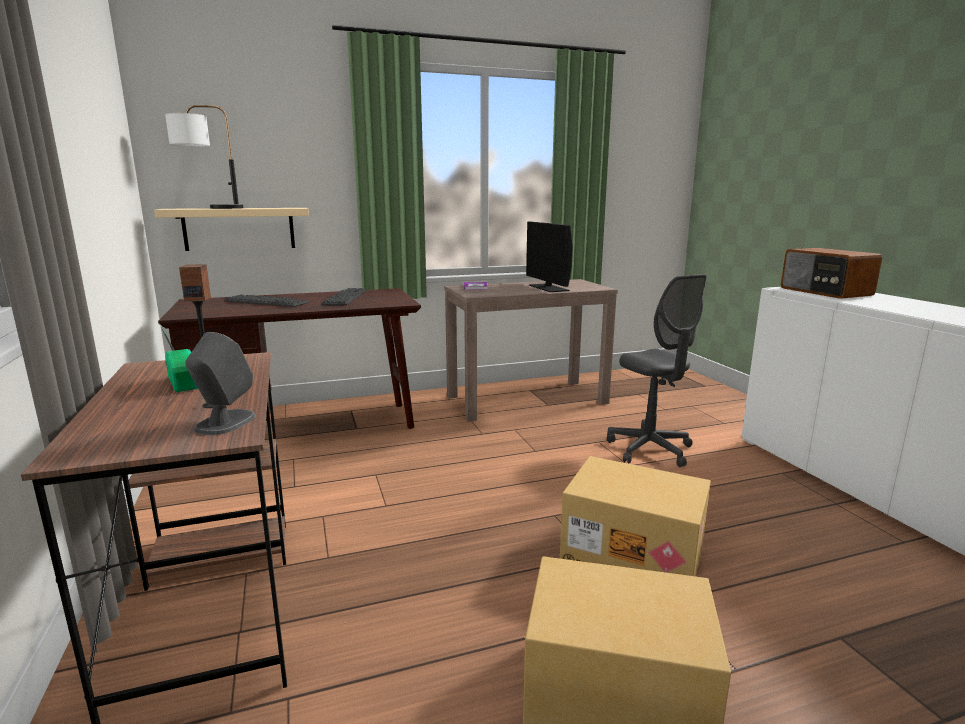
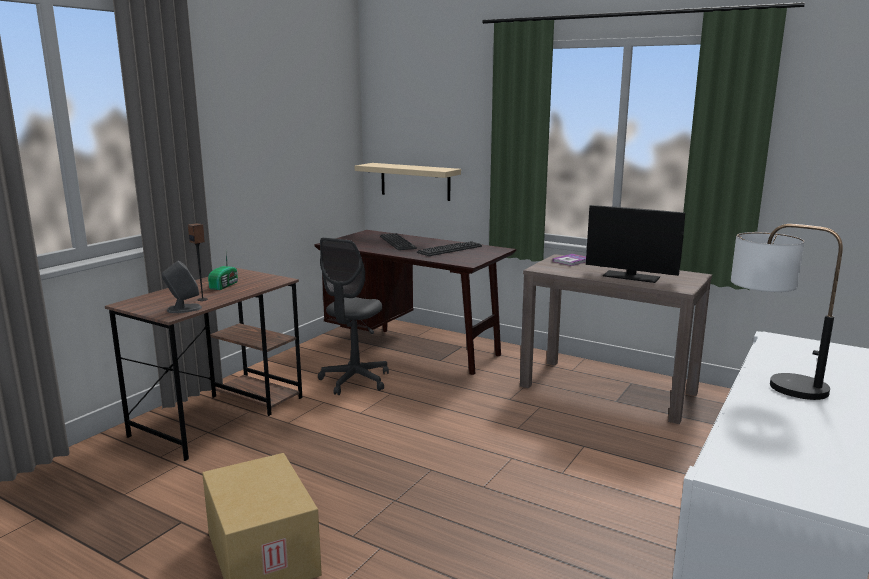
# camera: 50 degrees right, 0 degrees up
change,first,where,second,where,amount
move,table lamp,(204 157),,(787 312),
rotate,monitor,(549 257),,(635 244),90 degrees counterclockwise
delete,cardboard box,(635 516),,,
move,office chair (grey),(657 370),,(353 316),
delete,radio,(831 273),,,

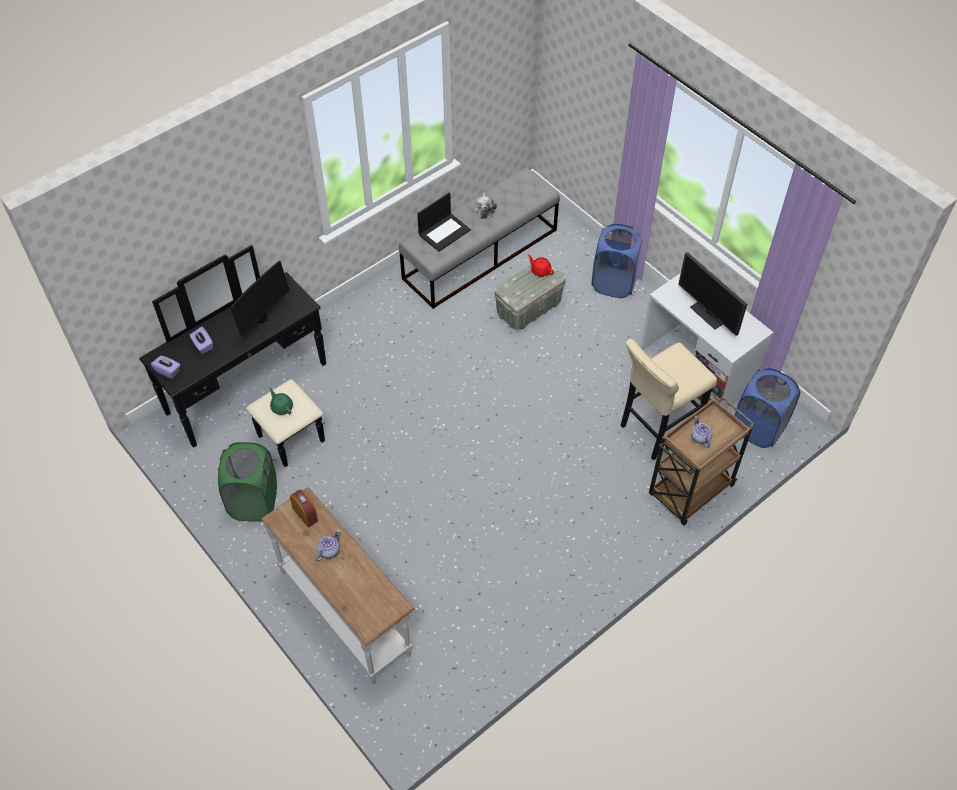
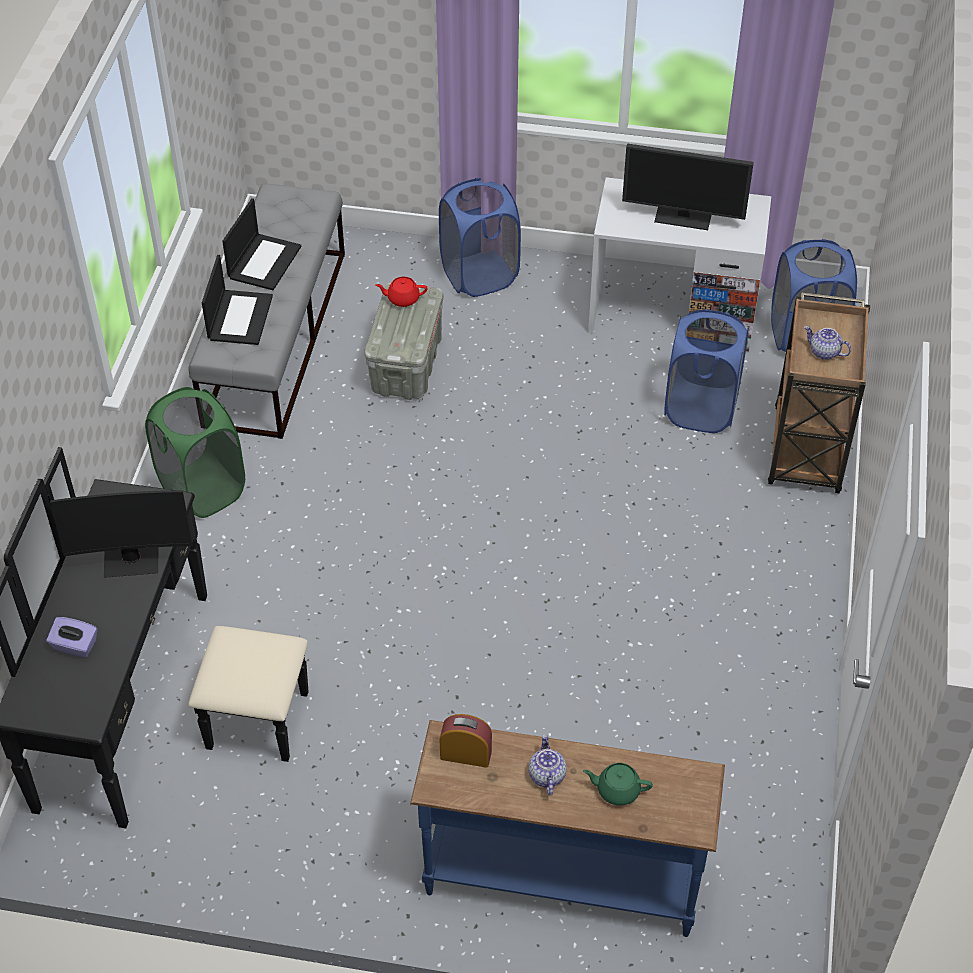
# camera: 40 degrees left, 5 degrees down
change,first,where,second,where,amount
delete,tissue box (purple),(165 367),,,
move,laundry basket (green),(247 482),,(195 452),
rotate,monitor,(259 299),,(121 534),90 degrees clockwise
recolor,console table (white),(337 585),console table (blue),(567 828),
move,teapot (green),(281 401),,(618 784),
replace,plush toy,(485 205),laptop,(261 244),
replace,stool (beige),(668 399),laundry basket (blue),(707 371),

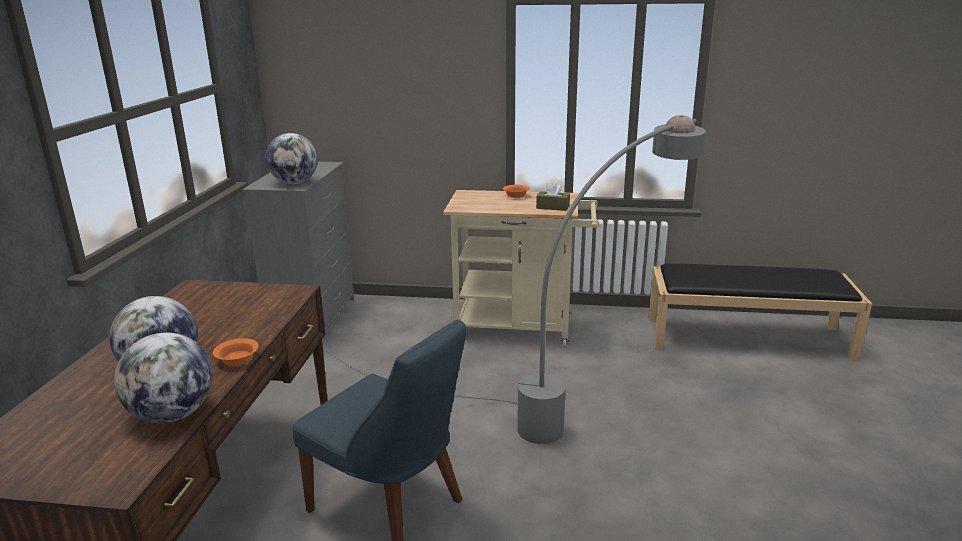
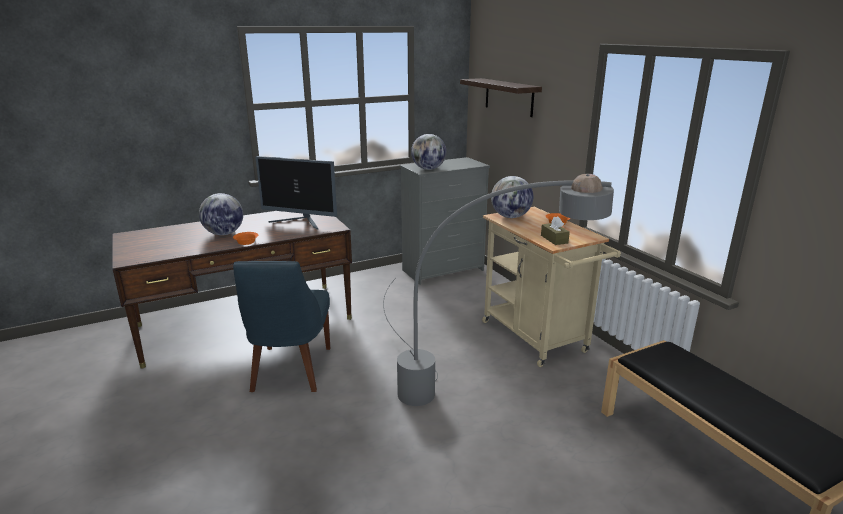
# camera: 55 degrees right, 0 degrees up
change,first,where,second,where,amount
move,globe,(163 378),,(512 197),
insert,,,monitor,(296 192),
insert,,,shelf,(501 97),

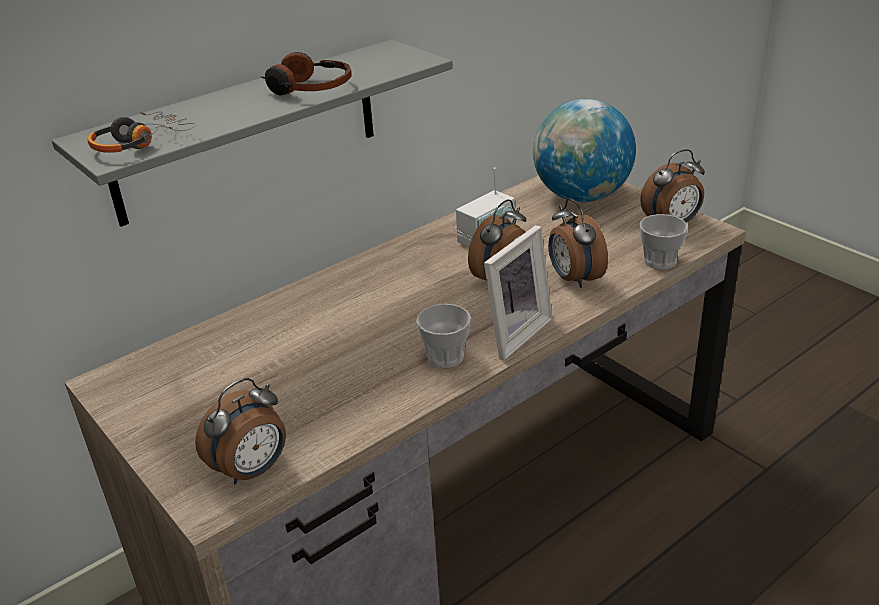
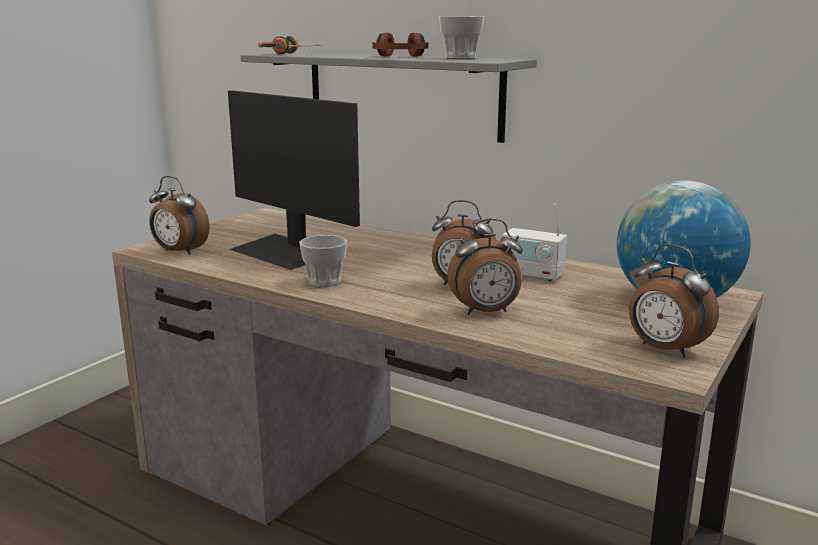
# camera: 70 degrees right, 15 degrees down
change,first,where,second,where,amount
delete,picture frame,(518 292),,,
rotate,alarm clock,(578 243),,(485 266),150 degrees counterclockwise
move,cup,(664 242),,(461 37),
insert,,,monitor,(294 180),

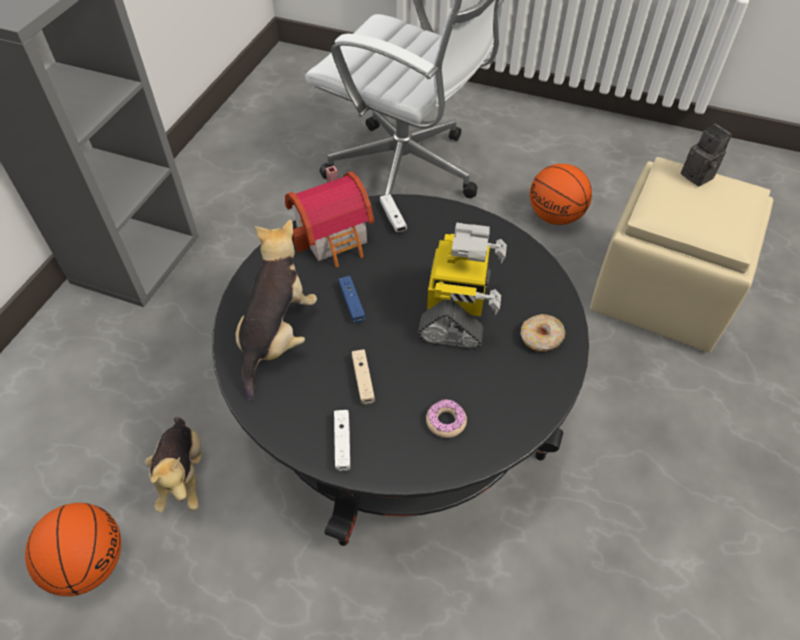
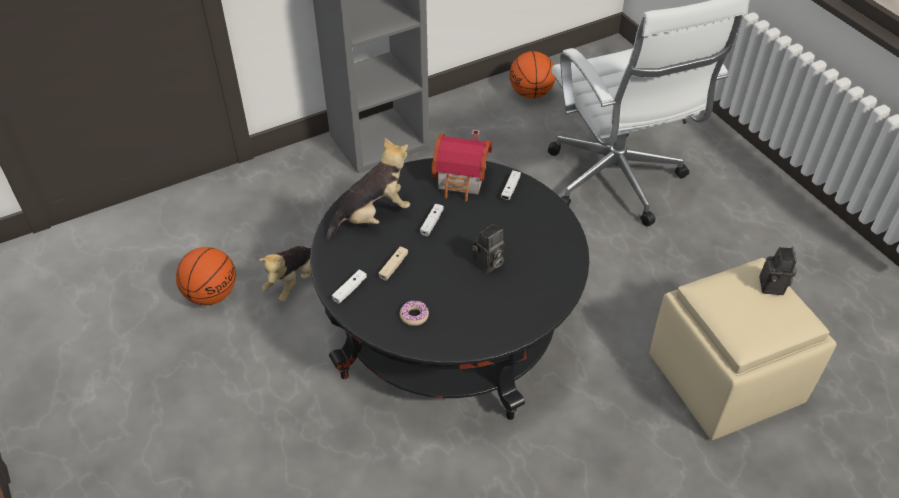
# camera: 40 degrees right, 5 degrees down
change,first,where,second,where,amount
recolor,game controller (blue),(352 299),game controller (white),(432 220),
replace,toy robot,(462 286),photo camera,(488 248),
delete,donut,(543 333),,,
move,basketball,(561 194),,(532 75),

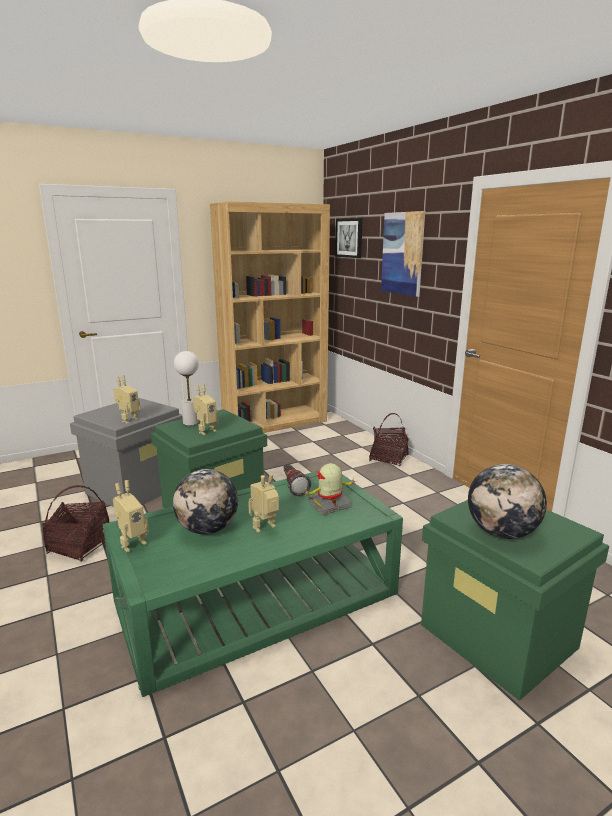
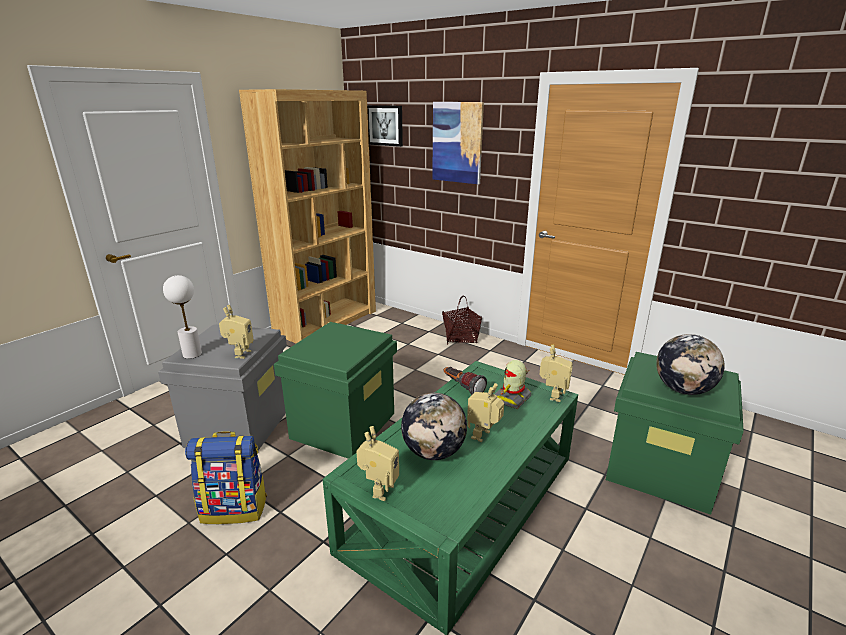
# camera: 25 degrees left, 5 degrees up
change,first,where,second,where,amount
replace,basket,(76 523),backpack,(226 477),
move,table lamp (white),(186 388),,(182 317),
move,toy robot,(206 409),,(556 373),

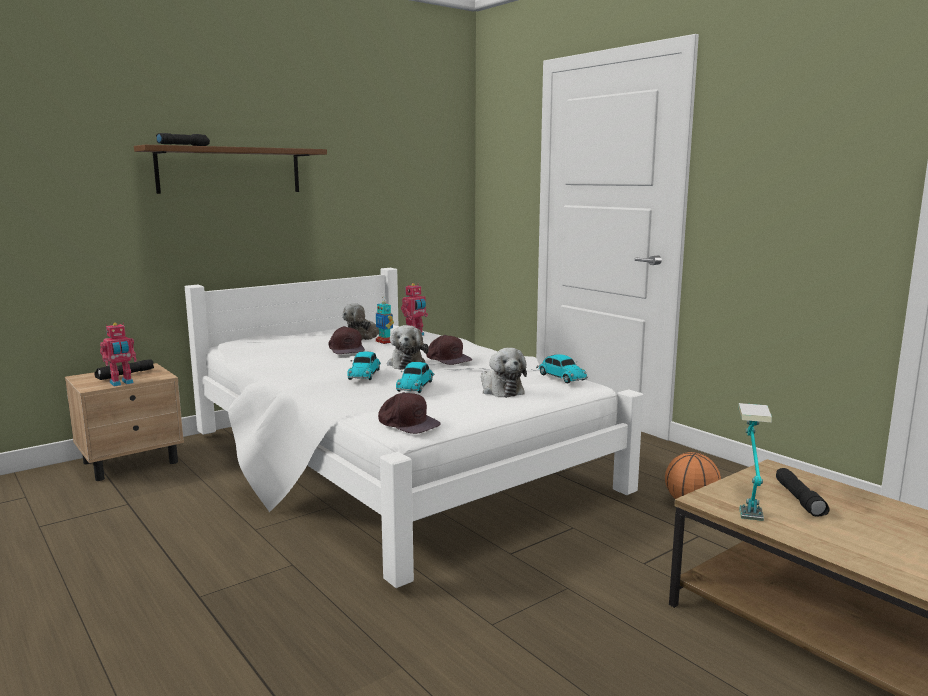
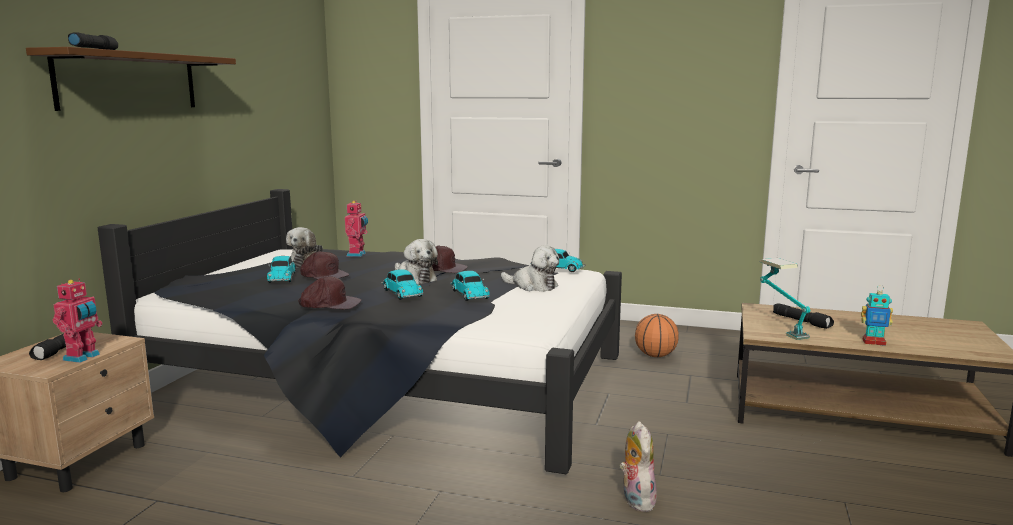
# camera: 35 degrees left, 0 degrees up
change,first,where,second,where,amount
recolor,bed (white),(414 428),bed (black),(360 331),
move,toy robot,(385 321),,(877 315),
move,cap (brown),(409 413),,(329 292),
insert,,,toy car,(281 269),
insert,,,plush toy,(638 466),

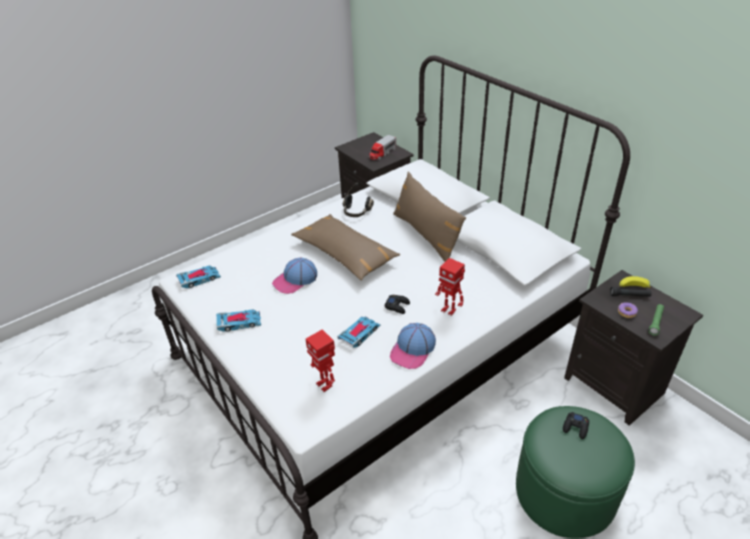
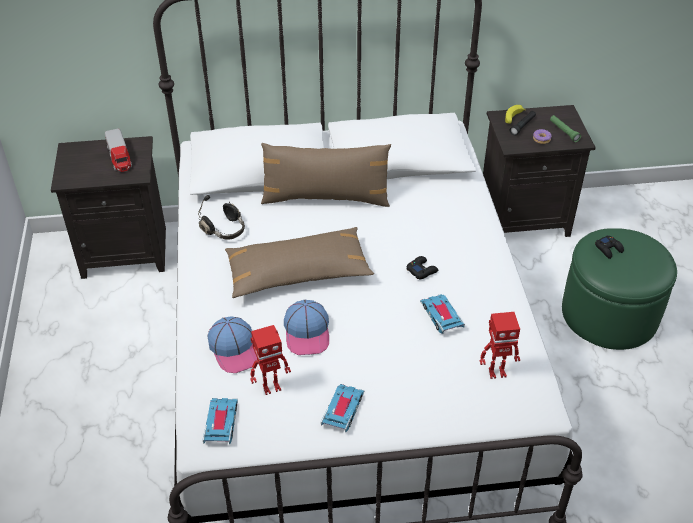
# camera: 60 degrees left, 5 degrees up
change,first,where,second,where,amount
move,cap,(413 346),,(232 344),
move,toy robot,(450 287),,(270 360),

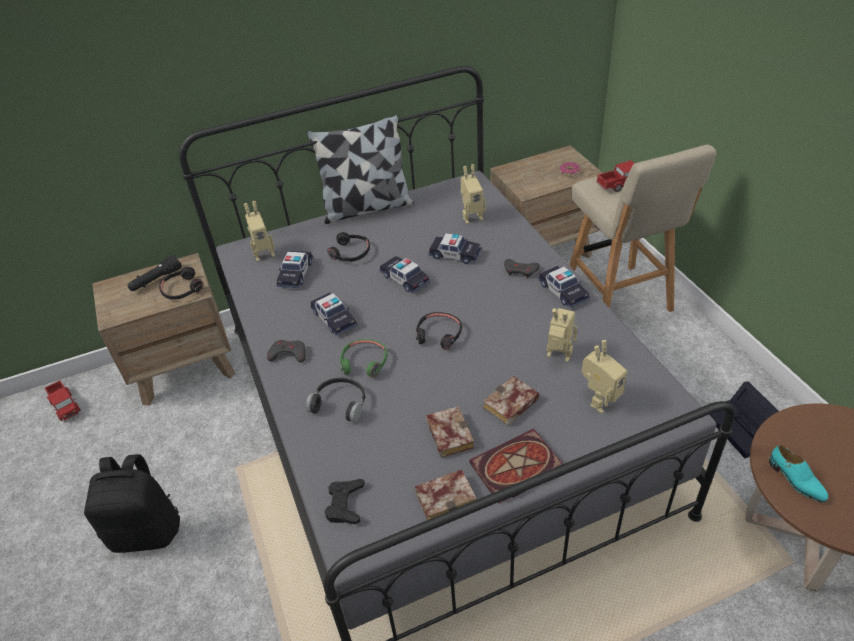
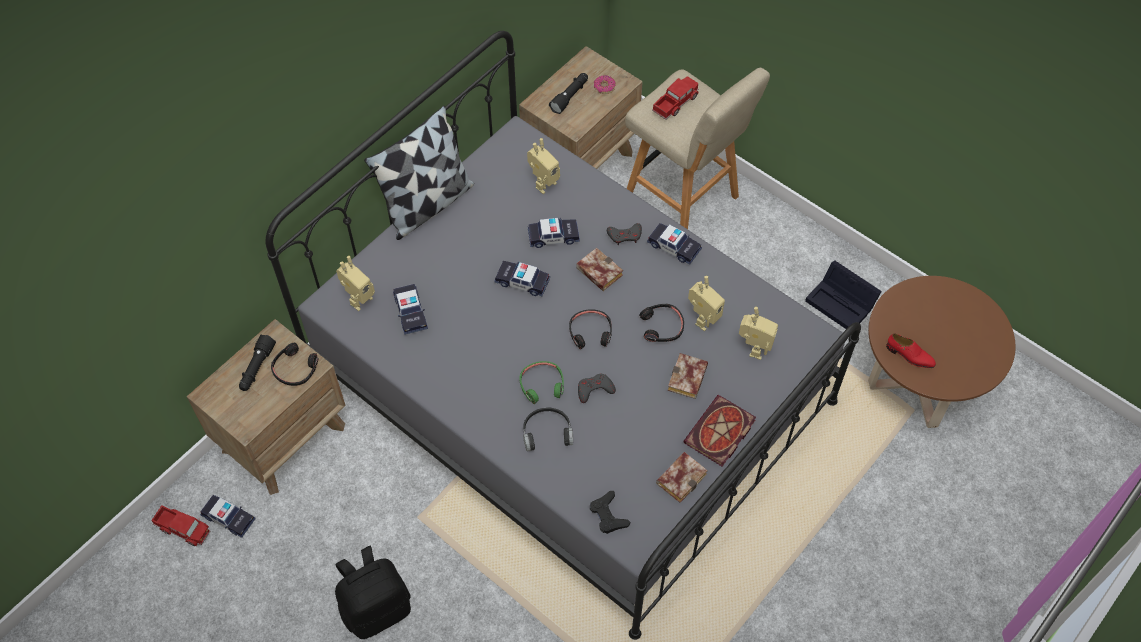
# camera: 30 degrees left, 15 degrees up
change,first,where,second,where,amount
move,game controller (grey),(286 351),,(597 388),
move,toy car,(333 314),,(228 516),
move,headphones (black),(349 247),,(661 323),
move,book,(450 432),,(599 269),
rotate,toy robot,(562 335),,(706 303),135 degrees clockwise
recolor,shoe (turquoise),(798 474),shoe (red),(911 350),
insert,,,flashlight (black),(568 93),

